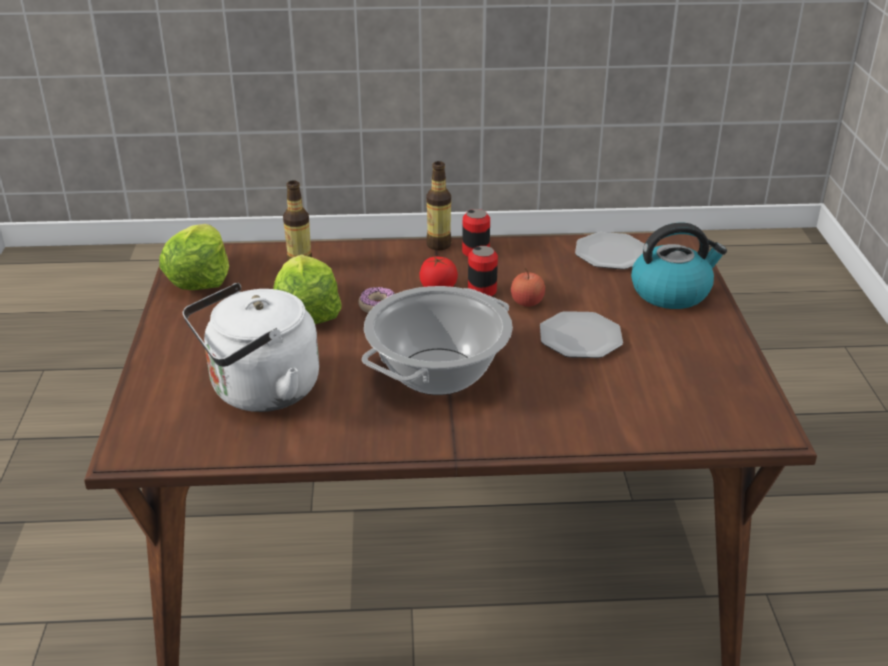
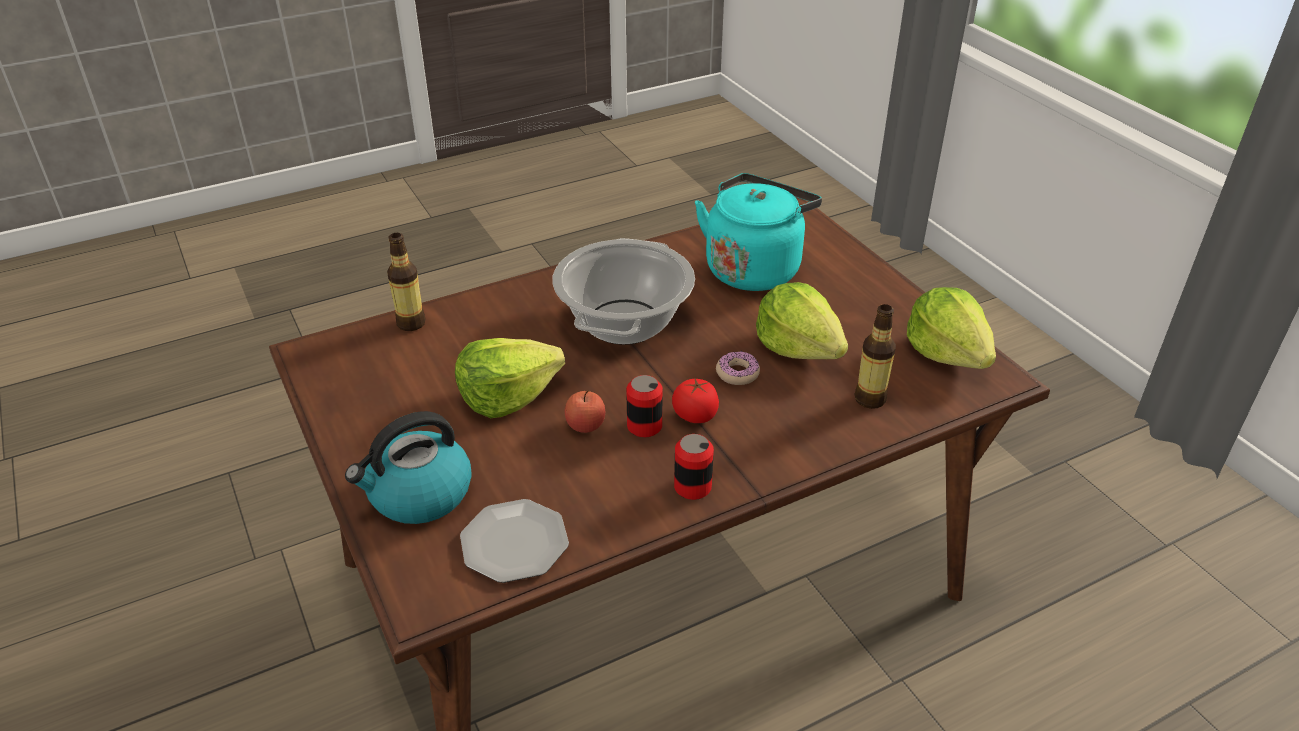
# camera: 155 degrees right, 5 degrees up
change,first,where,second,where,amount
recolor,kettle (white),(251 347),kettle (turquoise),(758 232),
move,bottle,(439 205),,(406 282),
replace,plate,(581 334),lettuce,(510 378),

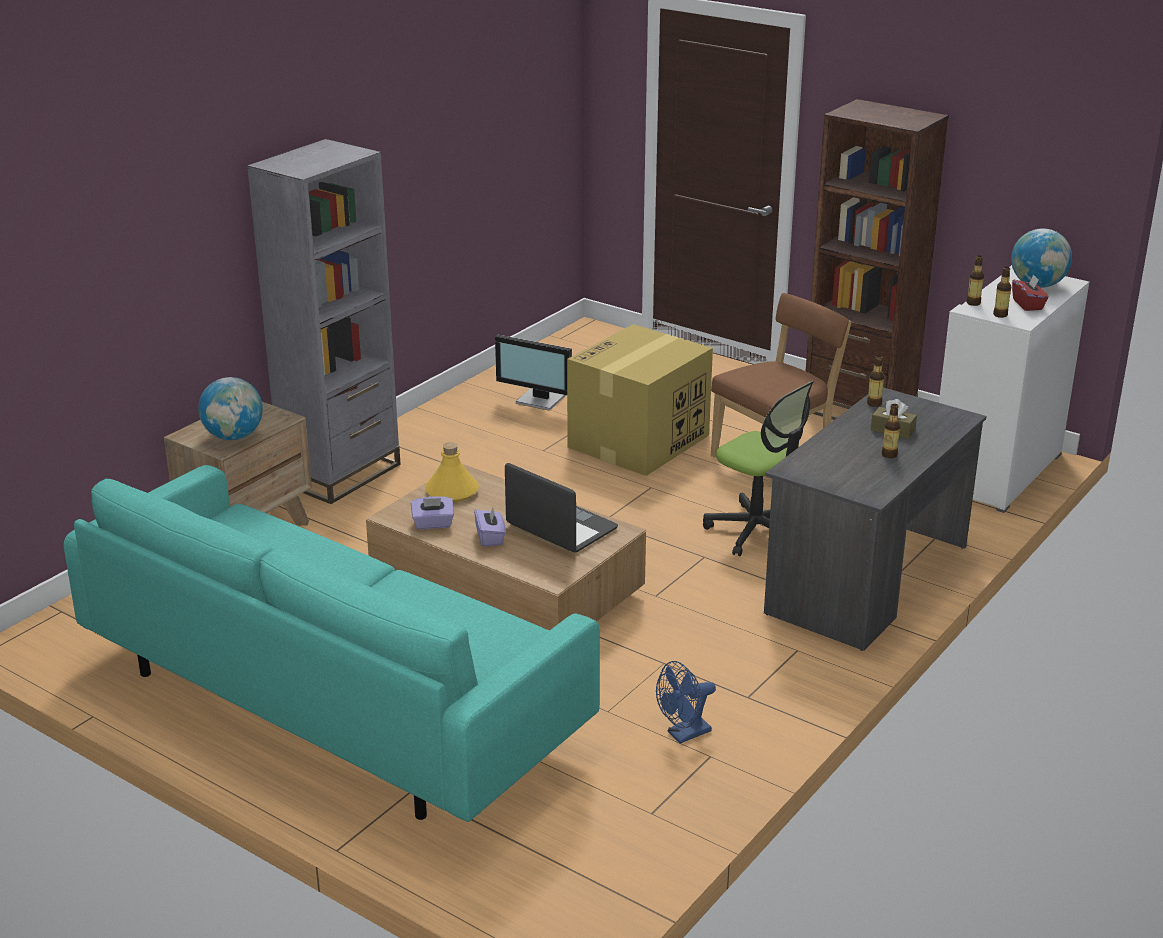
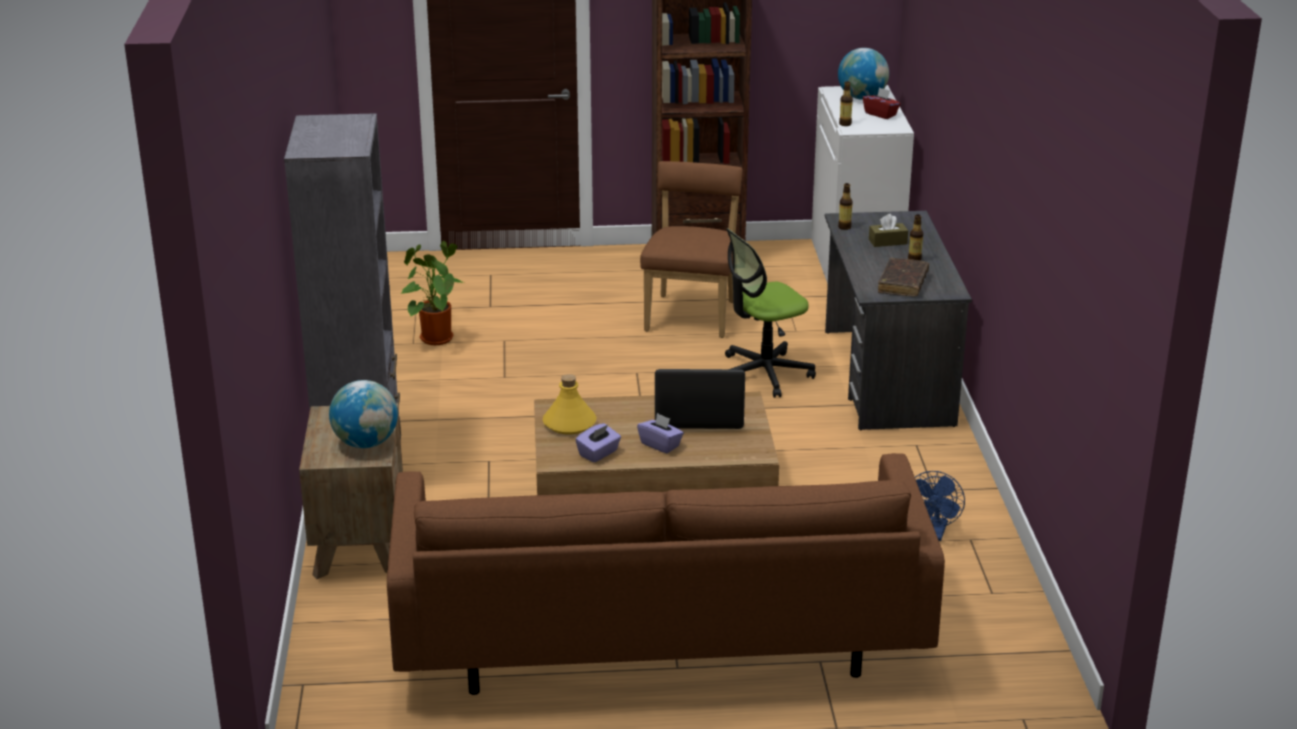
# camera: 40 degrees left, 0 degrees up
change,first,where,second,where,amount
recolor,sofa (turquoise),(332 643),sofa (brown),(666 574),
replace,monitor,(533 373),potted plant,(432 293),
delete,cardboard box,(640 400),,,
rotate,office chair,(758 468),,(770 313),150 degrees clockwise
delete,bottle,(1002 292),,,
insert,,,book (brown),(903 277),

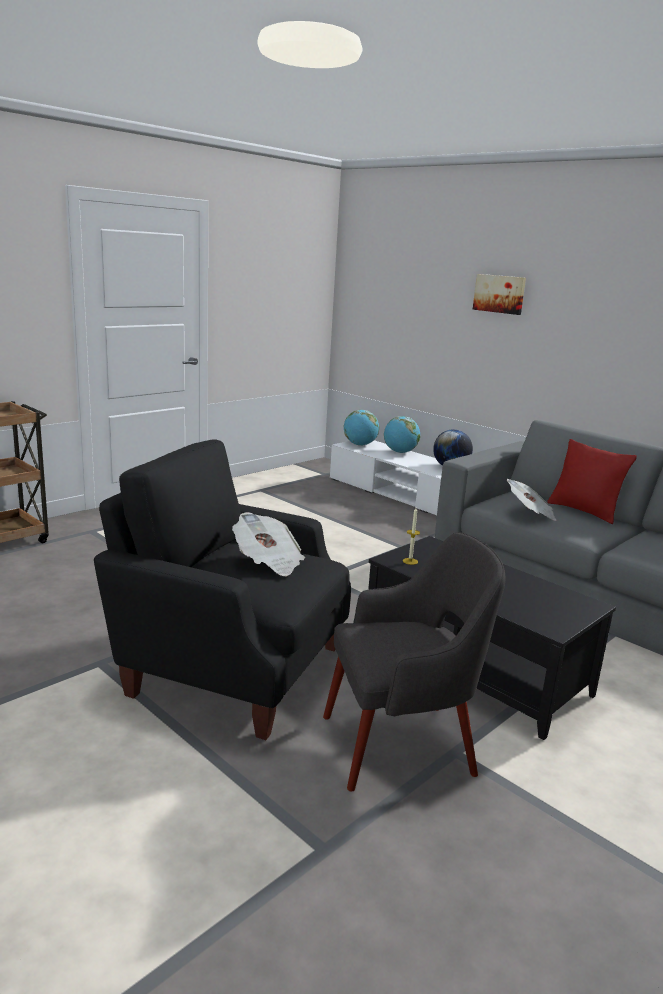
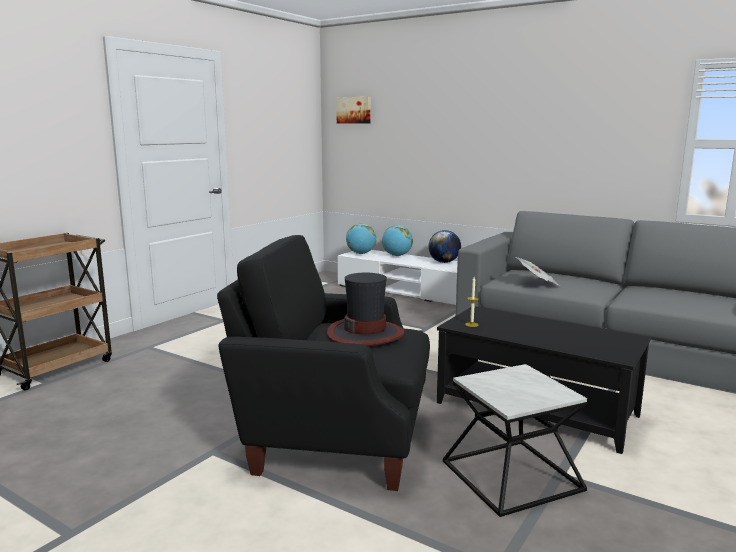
# camera: 10 degrees left, 5 degrees down
change,first,where,second,where,amount
replace,newspaper,(268 544),hat,(366 309),
replace,armchair (grey),(414 662),side table,(515 440),
move,picture,(499 294),,(353 110),
delete,pillow (red),(592 481),,,

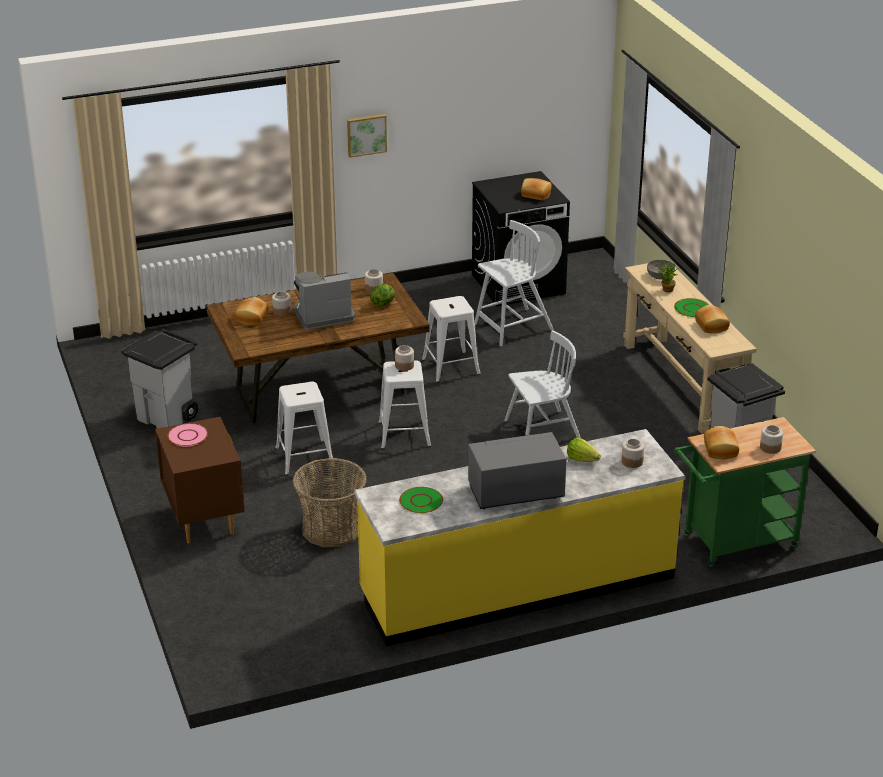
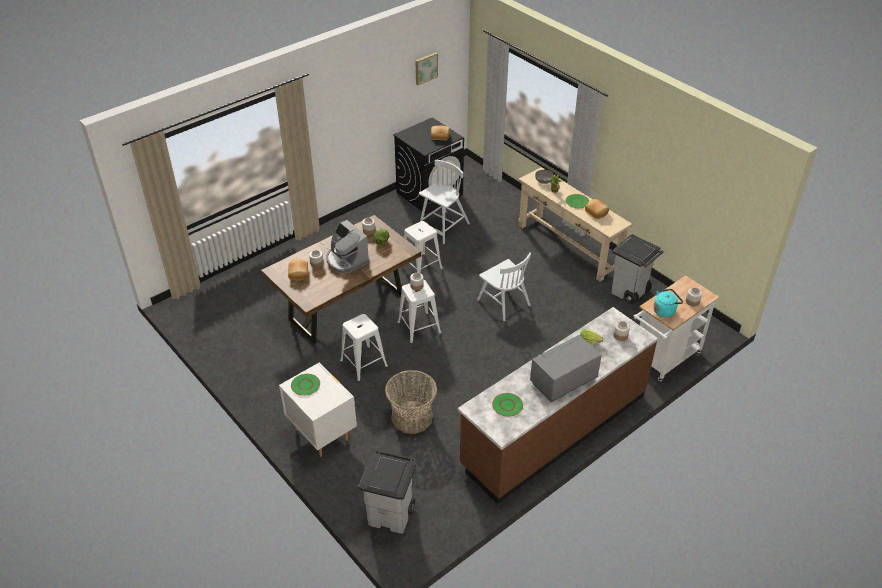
# camera: 20 degrees left, 10 degrees up
change,first,where,second,where,amount
move,trash can (grey),(159 378),,(387 491),
recolor,nightstand (brown),(200 480),nightstand (white),(318 409),
recolor,plate (pink),(187 435),plate (green),(305 385),
rotate,coffee machine,(325 301),,(347 247),90 degrees counterclockwise
move,picture,(367 136),,(426 68),
recolor,counter (yellow),(519 538),counter (brown),(558 405),
rotate,chair (white),(542 384),,(504 286),90 degrees clockwise
recolor,cart (green),(745 492),cart (white),(676 328),
replace,bread,(721 442),kettle (turquoise),(668 303),

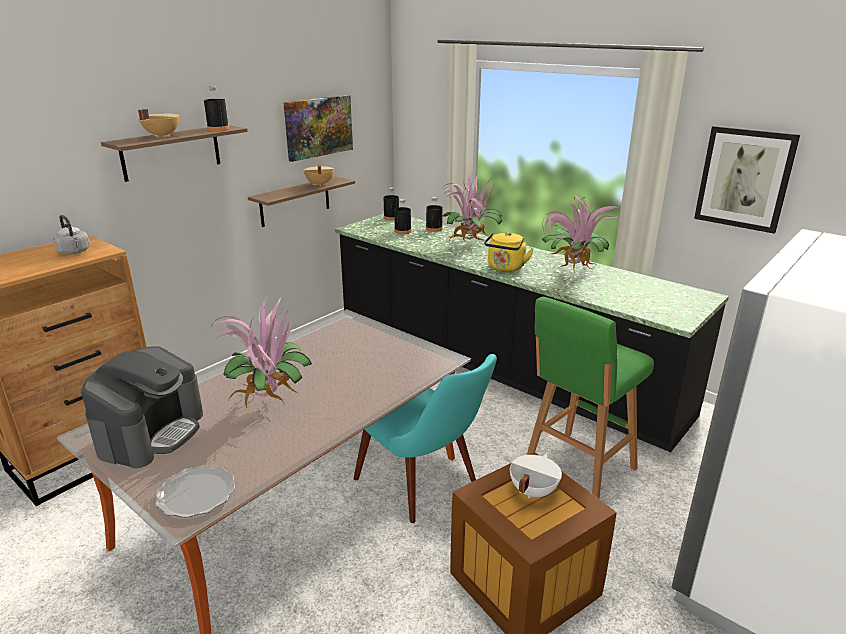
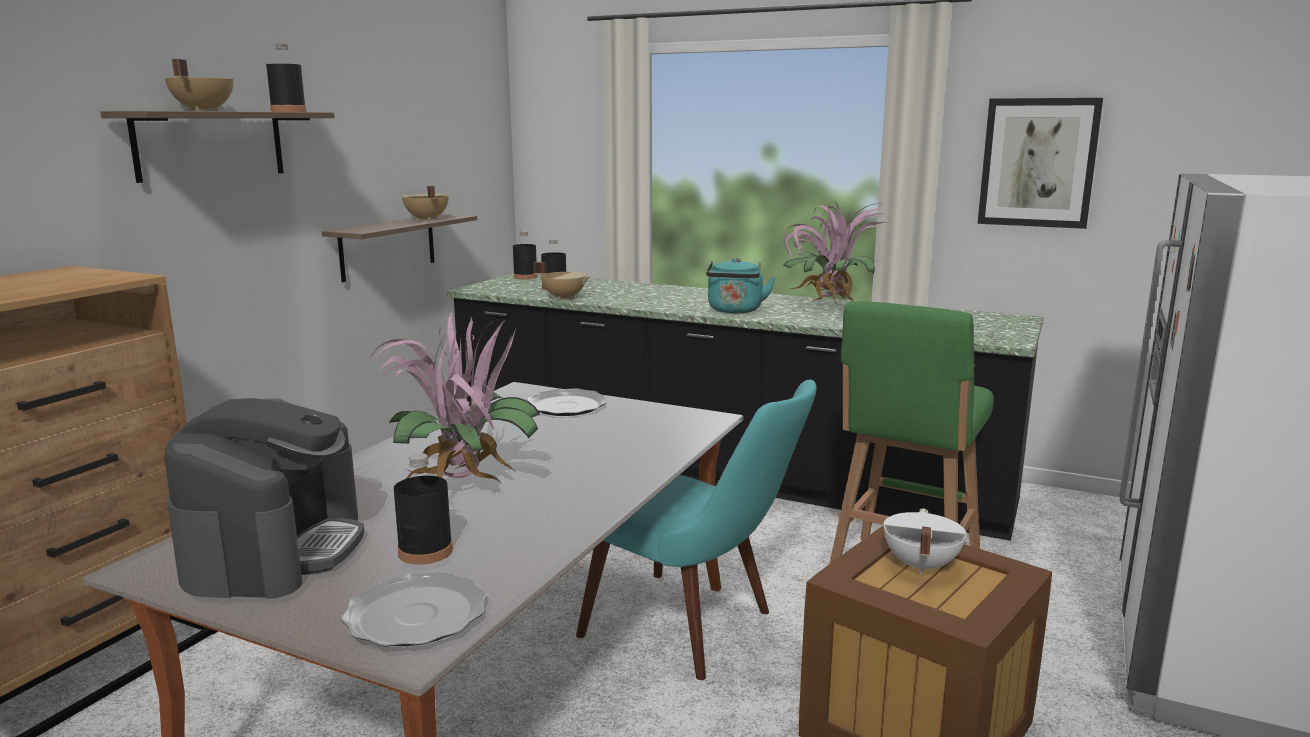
# camera: 15 degrees left, 10 degrees down
change,first,where,second,where,amount
delete,kettle (grey),(71 234),,,
delete,picture,(318 128),,,
move,bottle (black),(434 214),,(423 509),
delete,potted plant,(471 208),,,
recolor,kettle (yellow),(509 251),kettle (turquoise),(740 285),
insert,,,plate,(567 402),
insert,,,cooking pot (beige),(561 281),

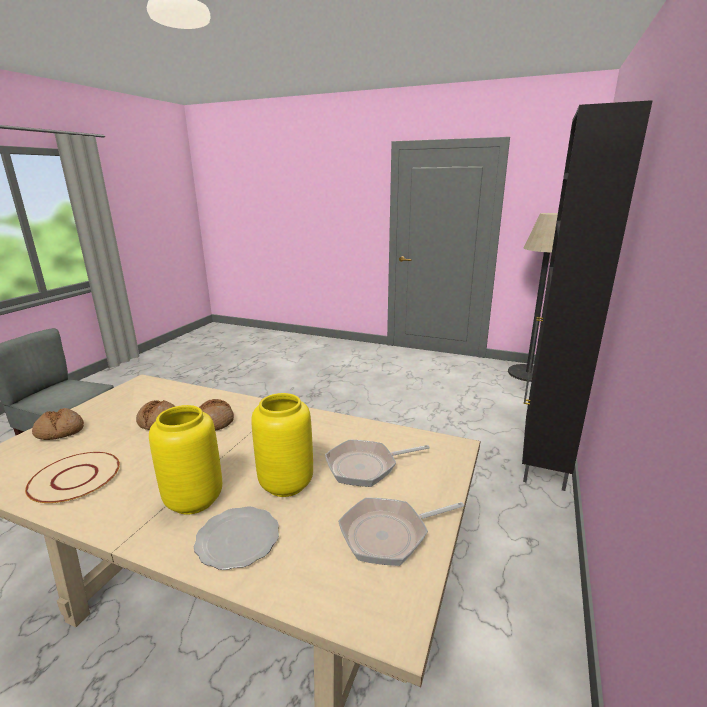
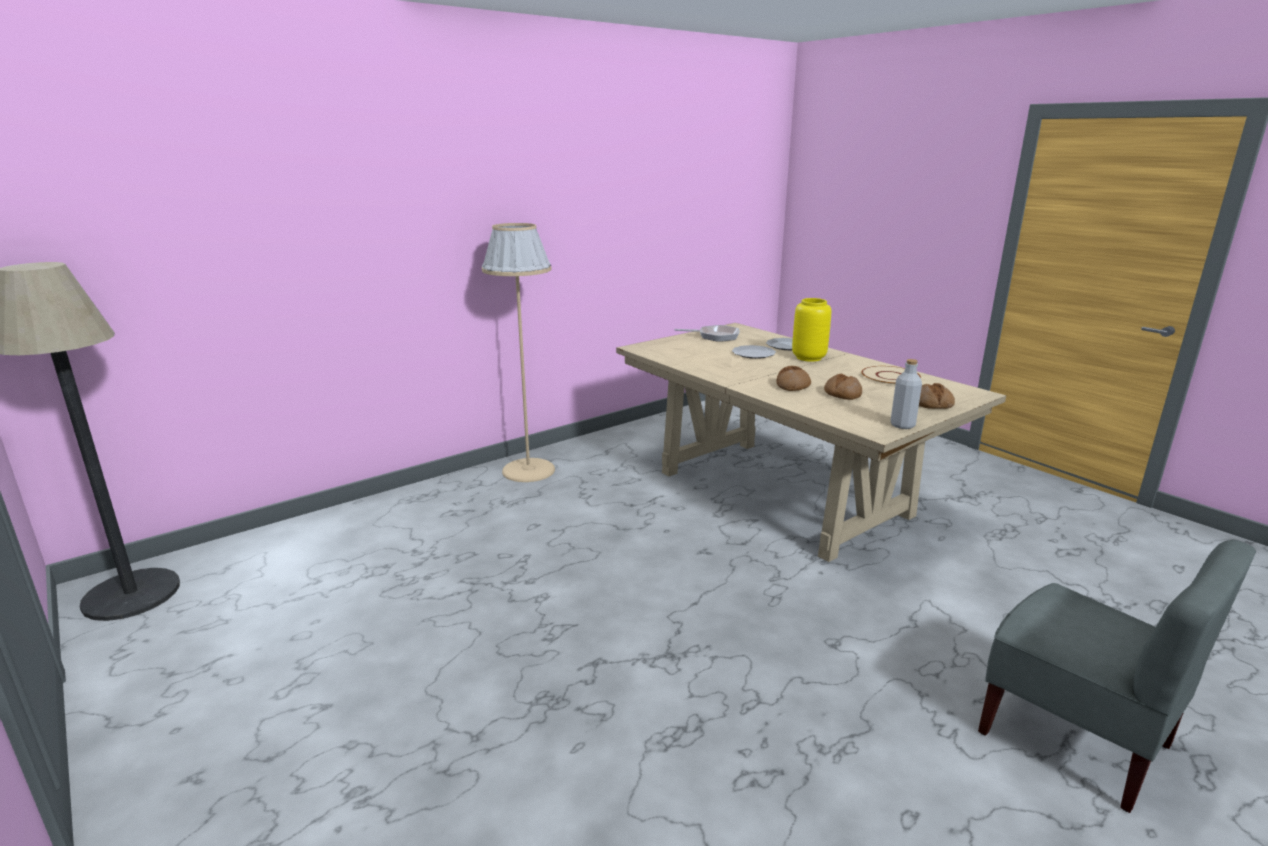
# camera: 150 degrees left, 0 degrees up
change,first,where,second,where,amount
replace,vase (yellow),(282 445),plate,(754 352),
delete,frying pan,(377 463),,,
delete,cabinet (black),(587 295),,,
insert,,,floor lamp (beige),(518 352),
insert,,,bottle (grey),(906 394),

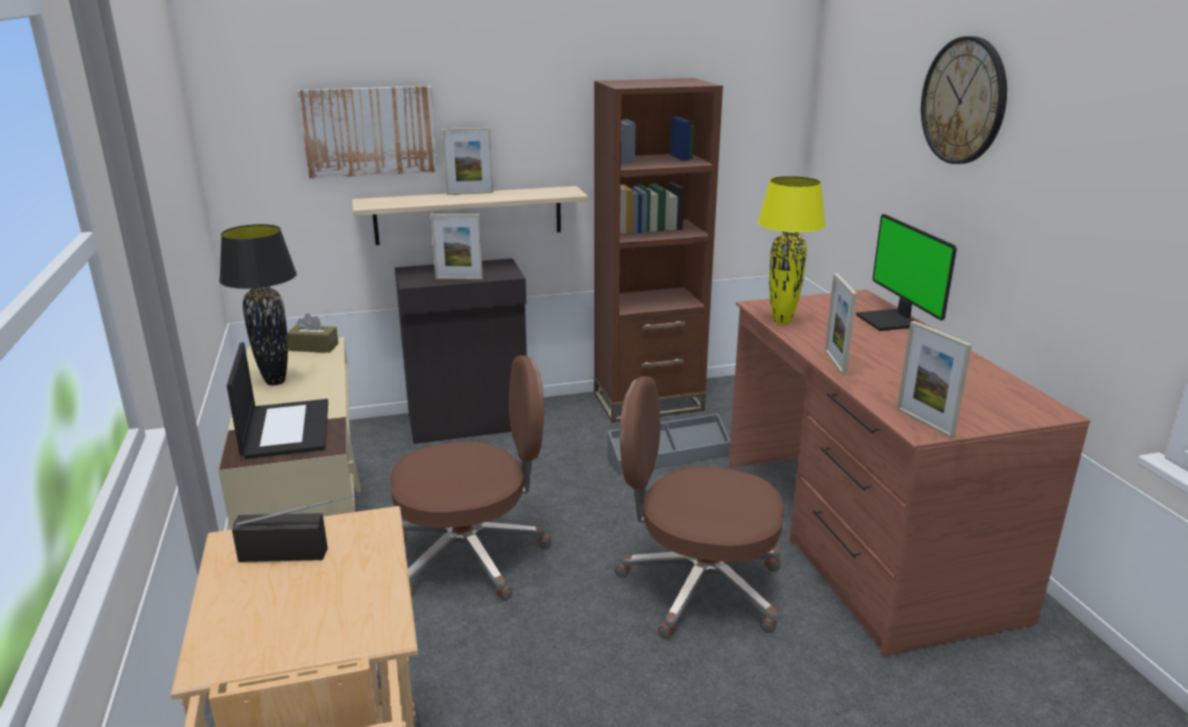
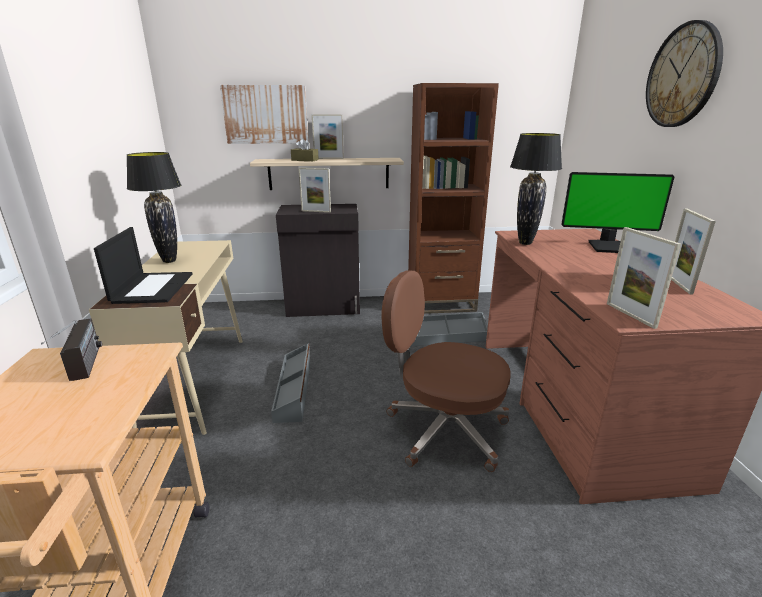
# camera: 10 degrees right, 0 degrees up
change,first,where,second,where,amount
rotate,radio,(297 527),,(71 349),60 degrees clockwise
move,tissue box (brown),(313 333),,(305 150),
replace,office chair (brown),(471 478),storage box (grey),(290 383),
recolor,table lamp (yellow),(792 250),table lamp (black),(536 189),
move,picture frame,(841 324),,(693 251),
rotate,monitor,(906 272),,(617 212),75 degrees counterclockwise

